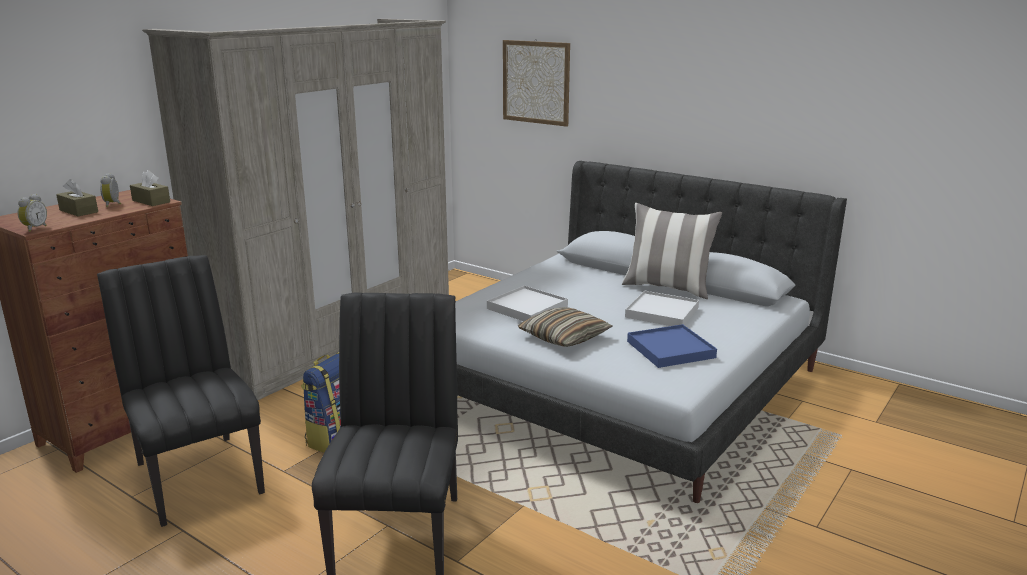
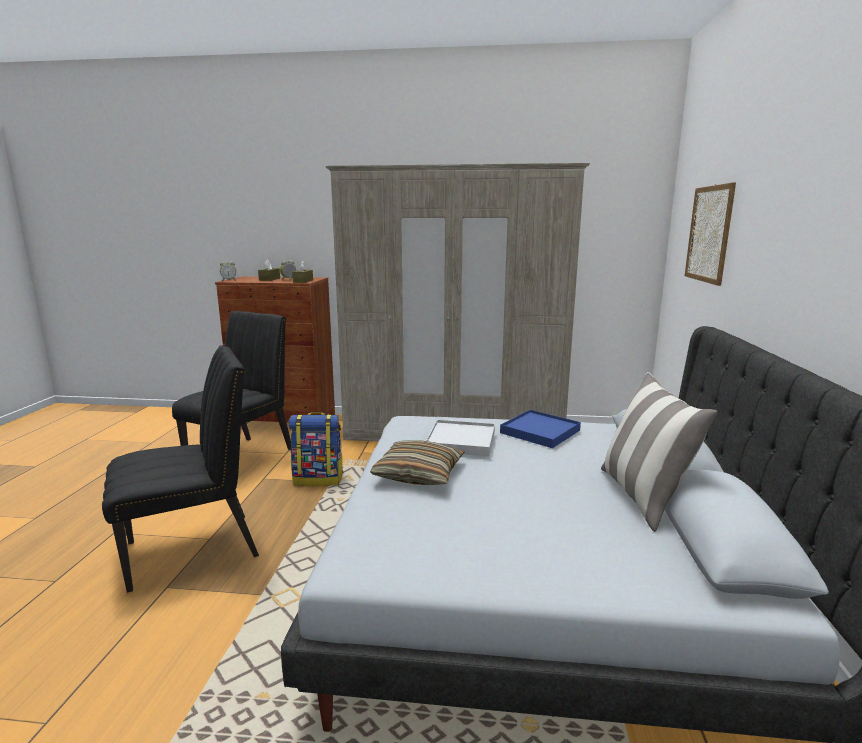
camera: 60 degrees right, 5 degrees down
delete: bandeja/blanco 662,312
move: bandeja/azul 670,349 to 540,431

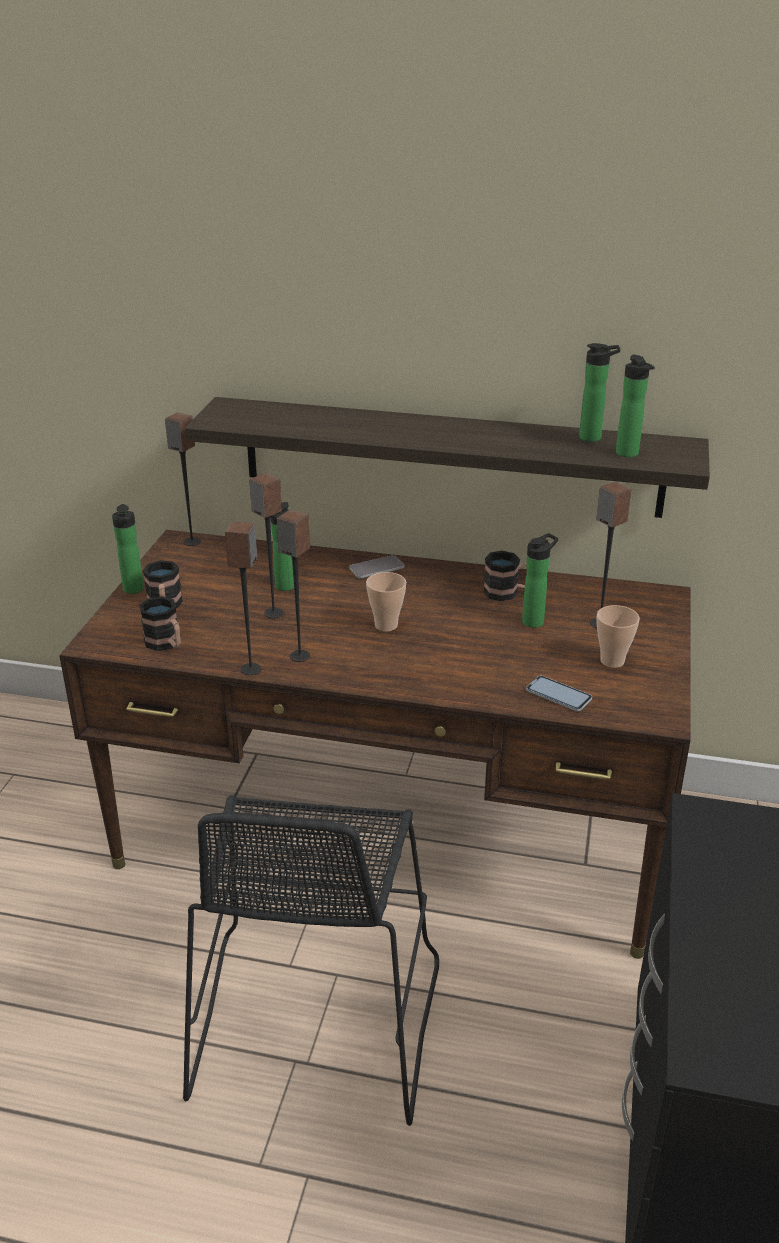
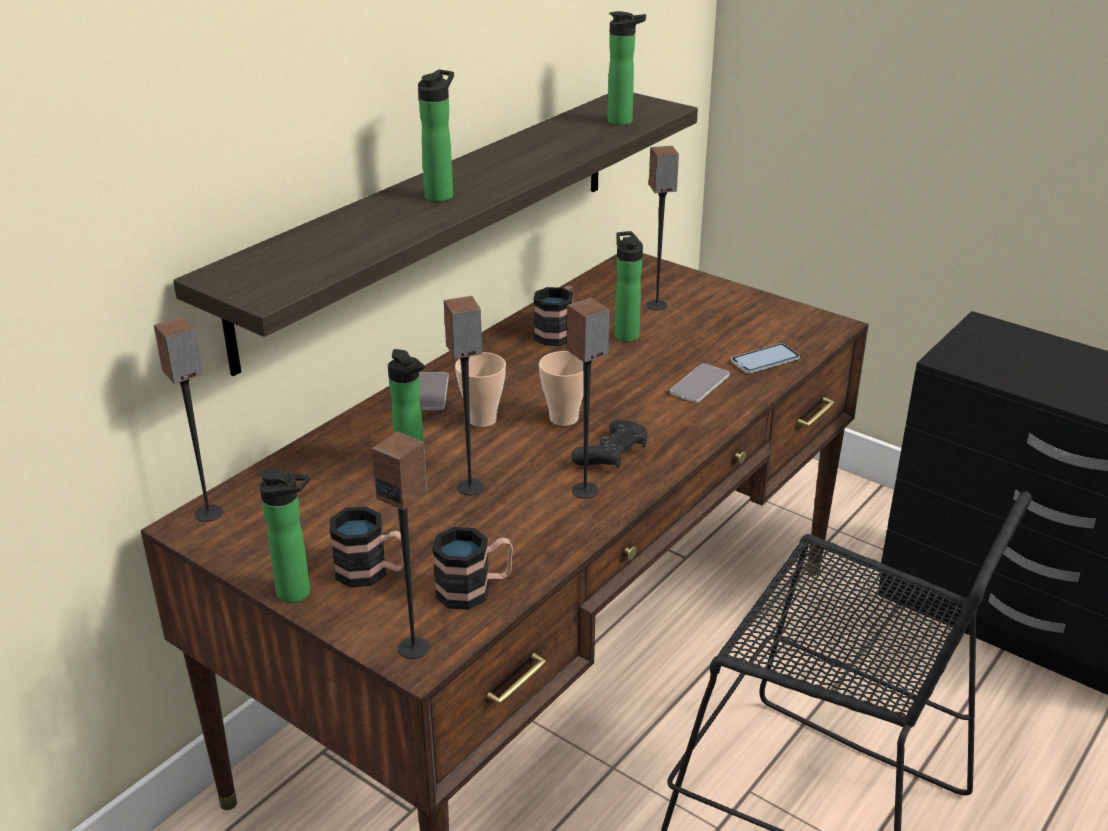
camera: 65 degrees left, 0 degrees up
insert: móvil 699,384; mando de consola/negro 612,455
move: botella 593,437 to 441,195; altavoz 251,669 to 414,647; taza 612,661 to 482,419

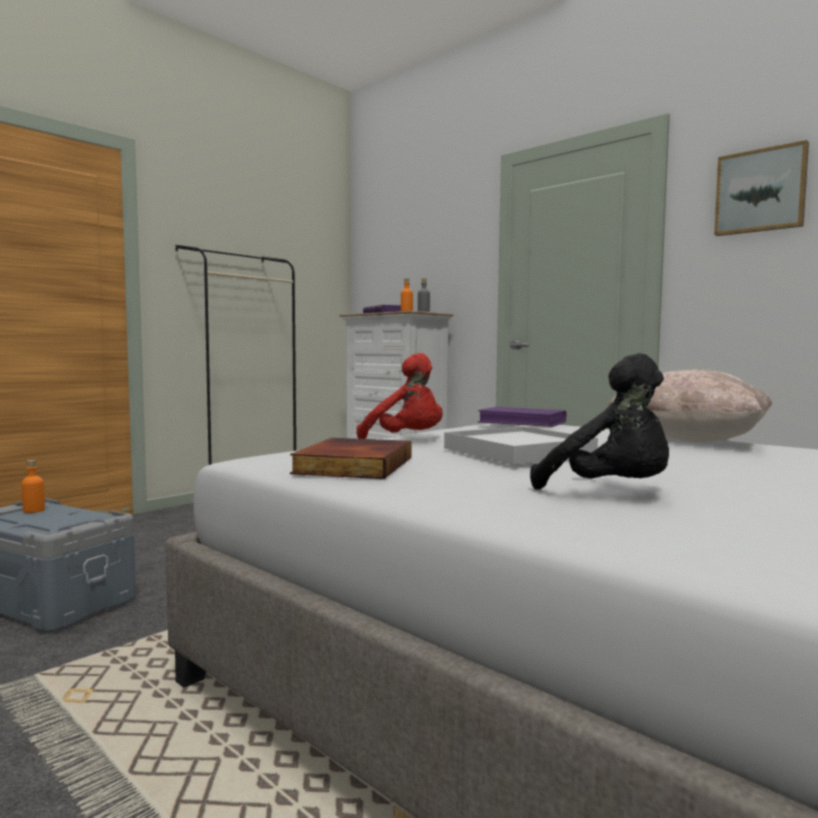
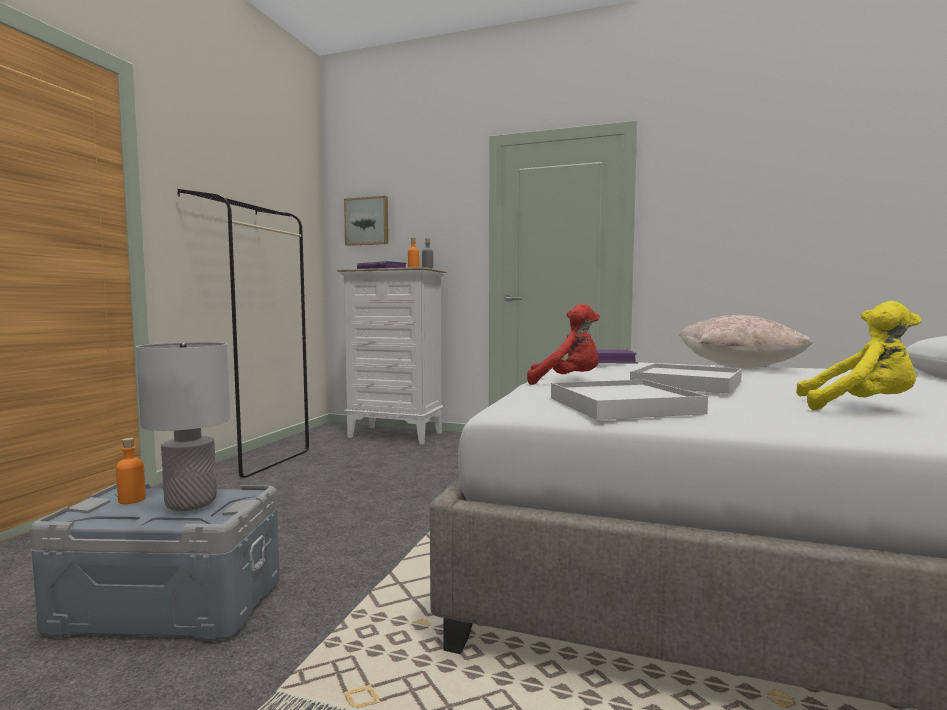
camera: 25 degrees left, 0 degrees up
insert: lámpara de mesa/gris 192,506
move: cuadro 760,191 to 367,221
replace: libro 352,465 to bandeja/blanco 622,405
recolor: peluche/negro 611,493 to peluche/amarillo 859,407

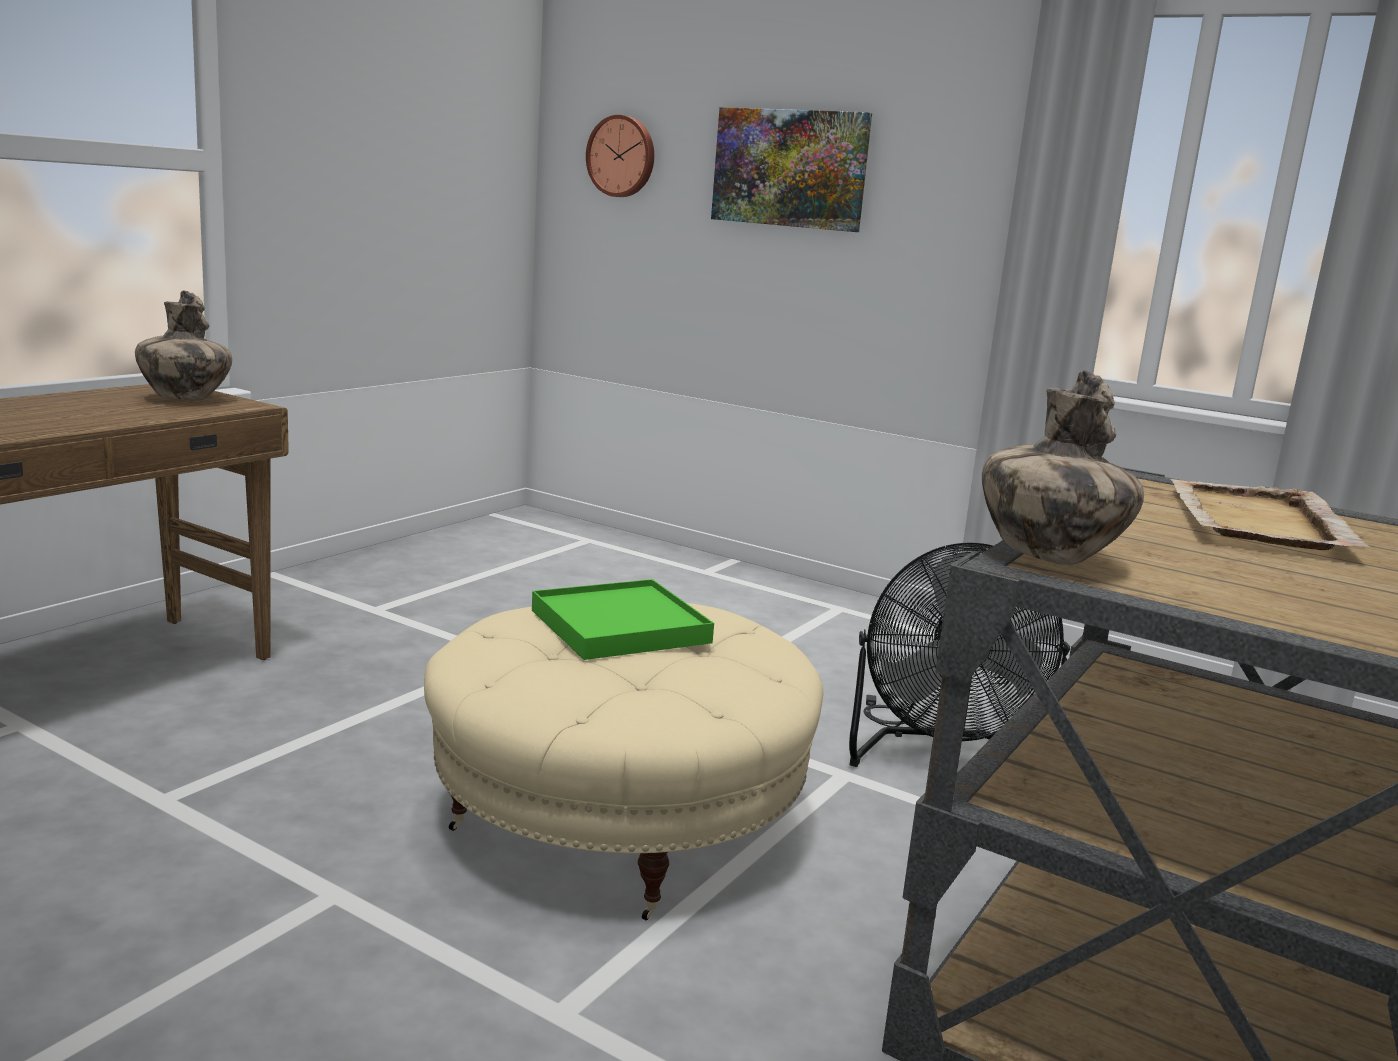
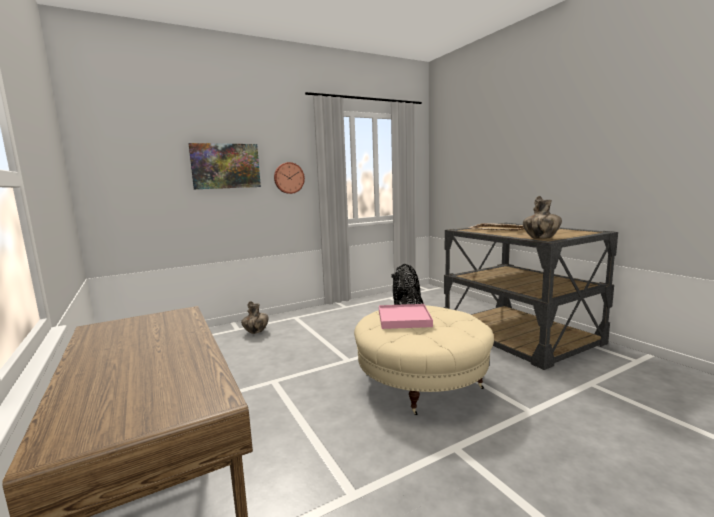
camera: 60 degrees left, 5 degrees down
move: reloj de pared 622,156 to 288,178; florero 185,399 to 256,332
recolor: bandeja/verde 619,626 to bandeja/rosa 404,319

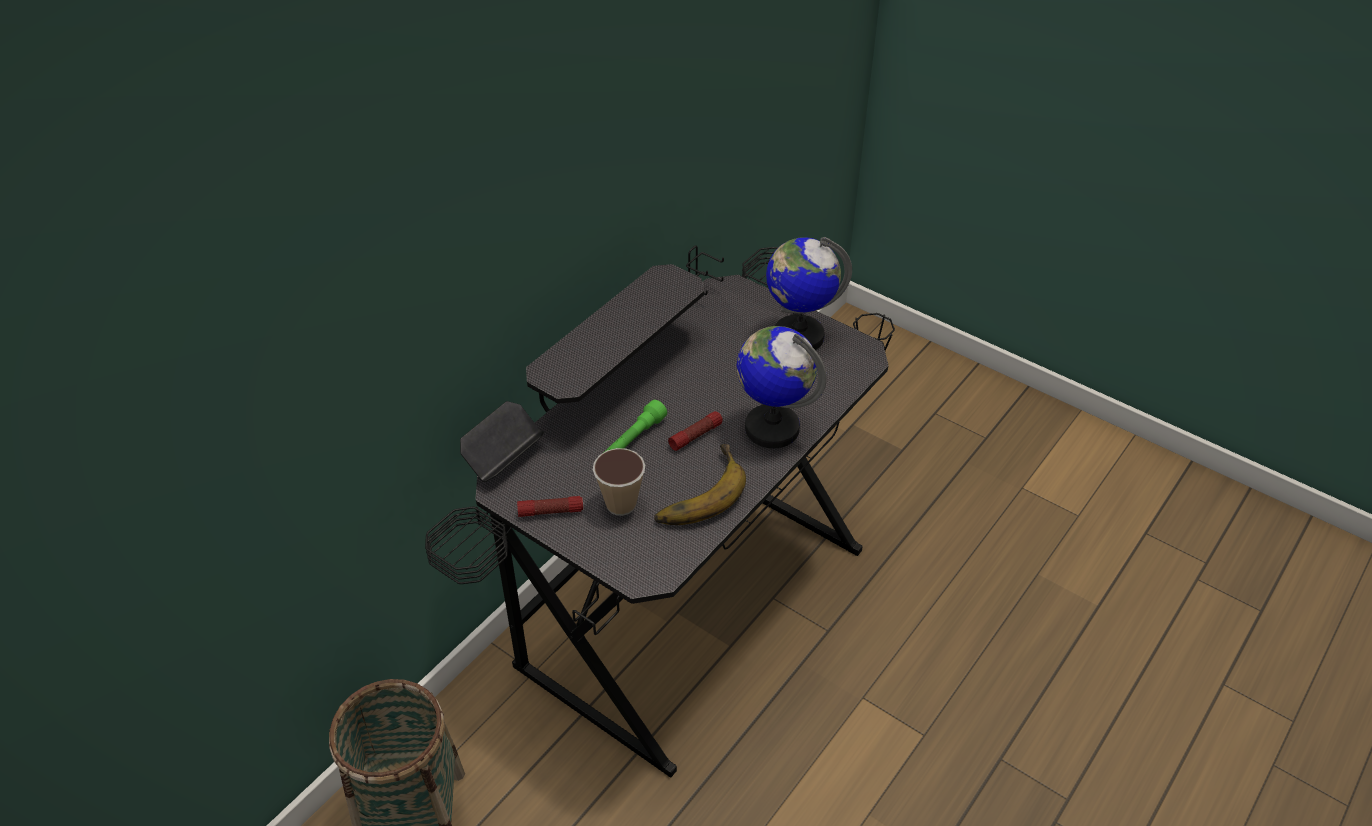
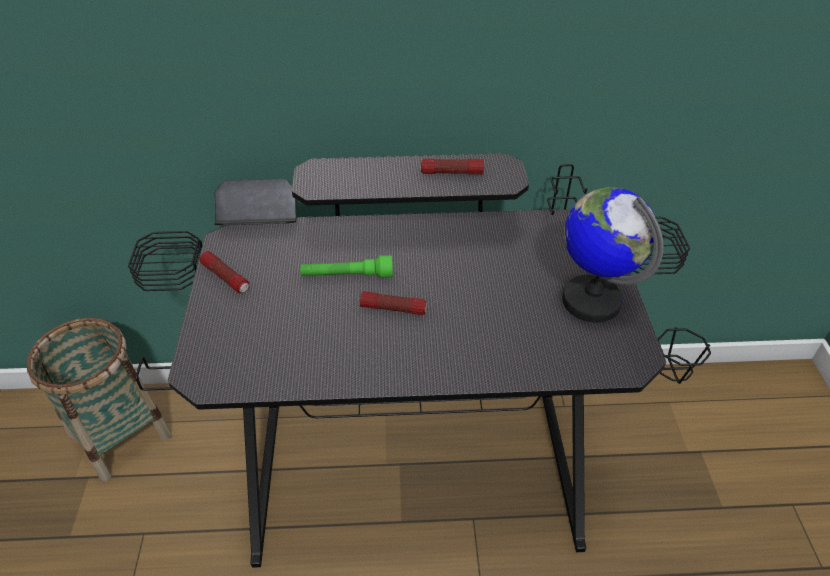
camera: 50 degrees right, 0 degrees up
delete: globo terráqueo 771,428; plátano 695,491; taza 621,504
insert: linterna 452,173

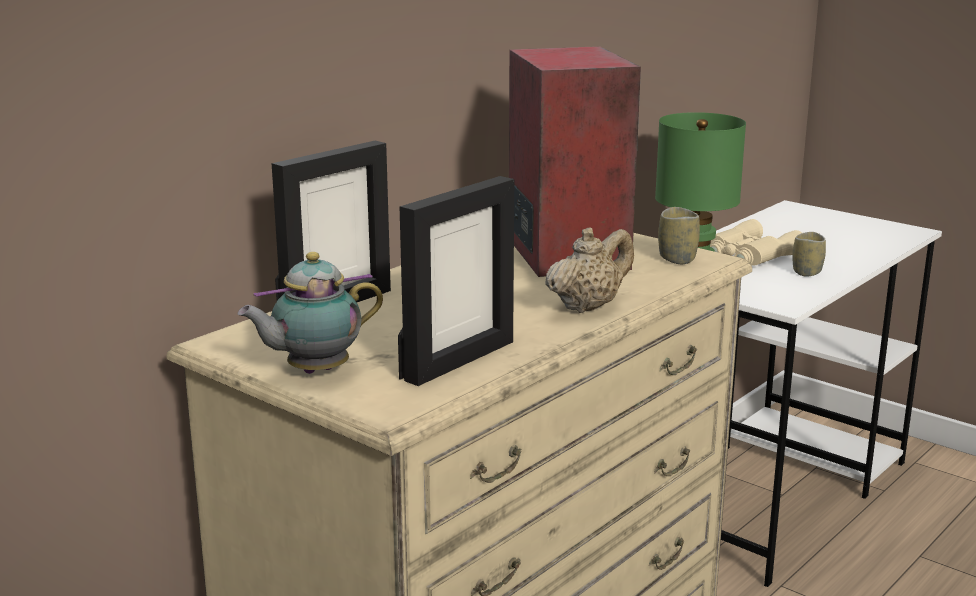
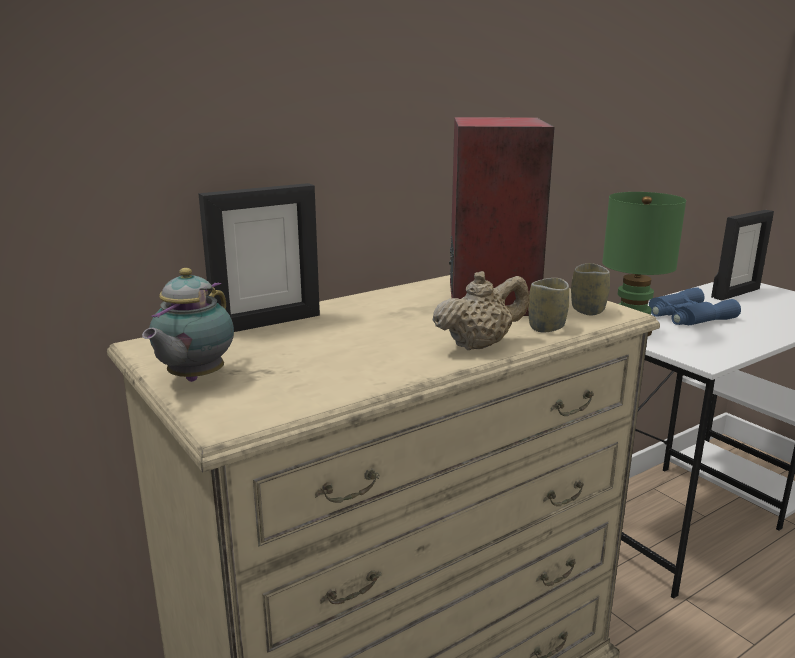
camera: 15 degrees right, 0 degrees up
move: portarretratos 458,360 to 735,293; taza 807,272 to 546,327
recolor: prismáticos/beis 748,254 to prismáticos/azul 687,316
rotate: tetera 313,371 = 193,379 60 degrees counterclockwise

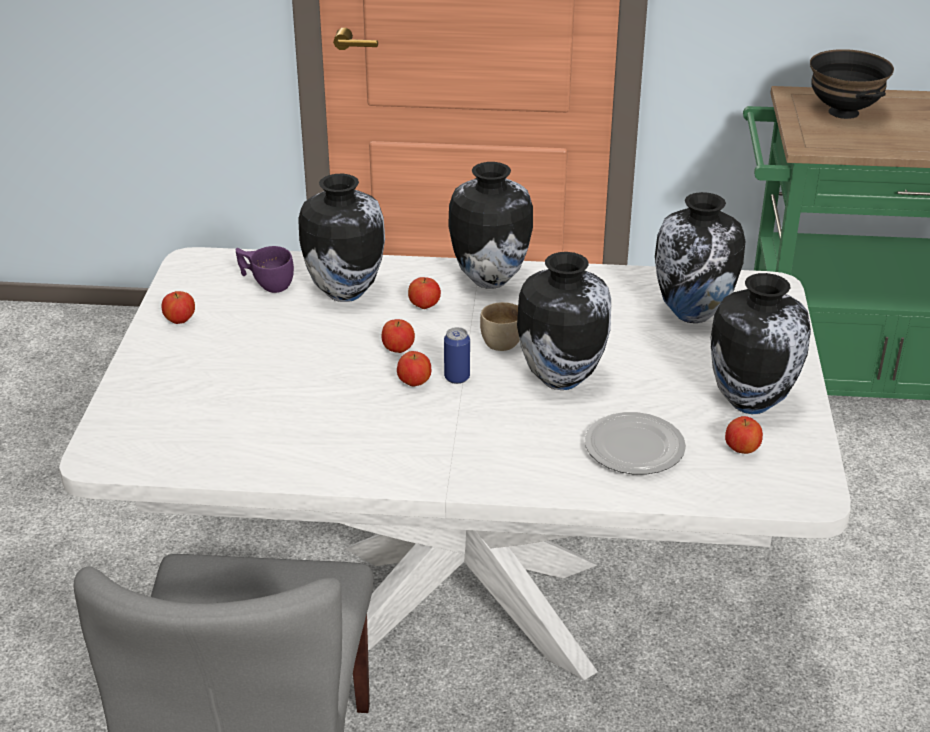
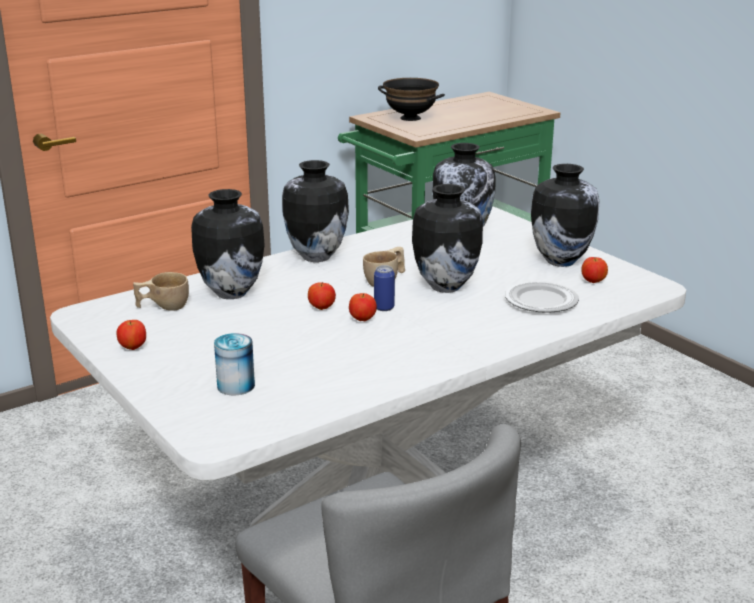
camera: 40 degrees left, 10 degrees down
delete: manzana 424,306
insert: lata 236,386
recolor: taza/morado 266,283 to taza/beis 163,307

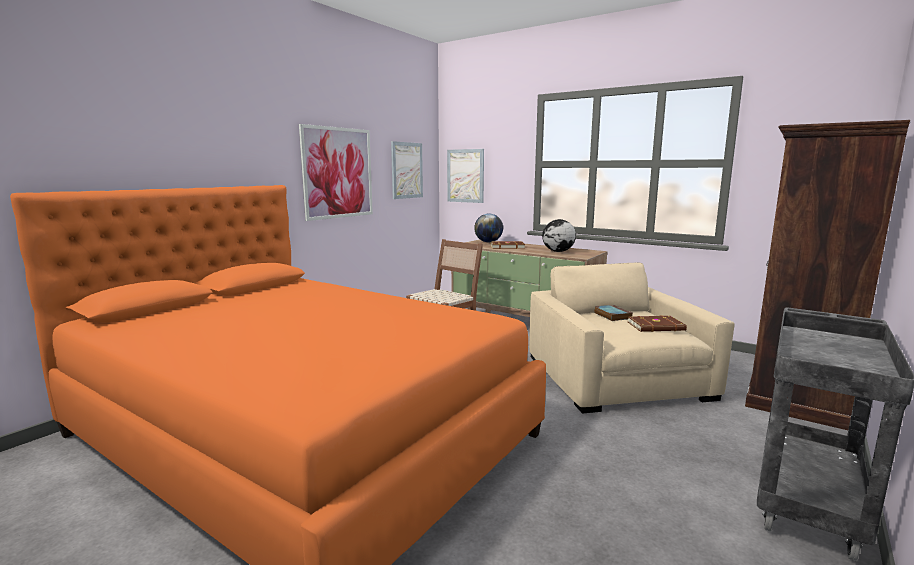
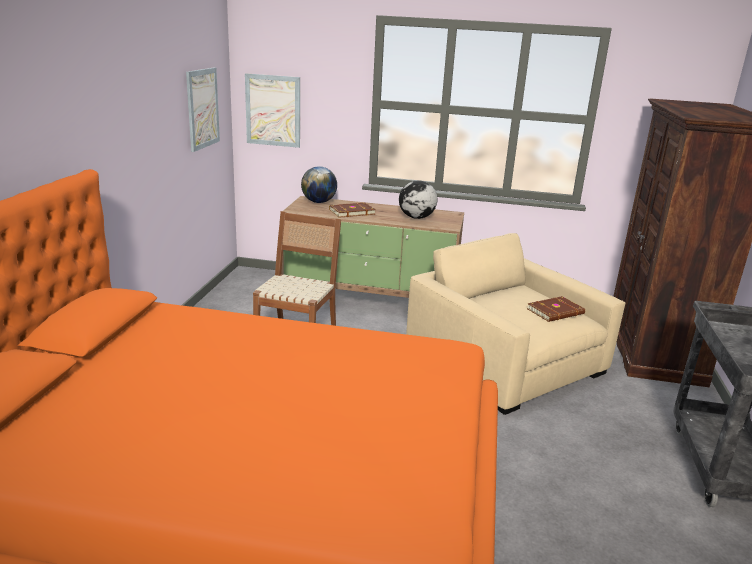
camera: 25 degrees left, 10 degrees up
delete: cuadro 338,173; libro 611,315

